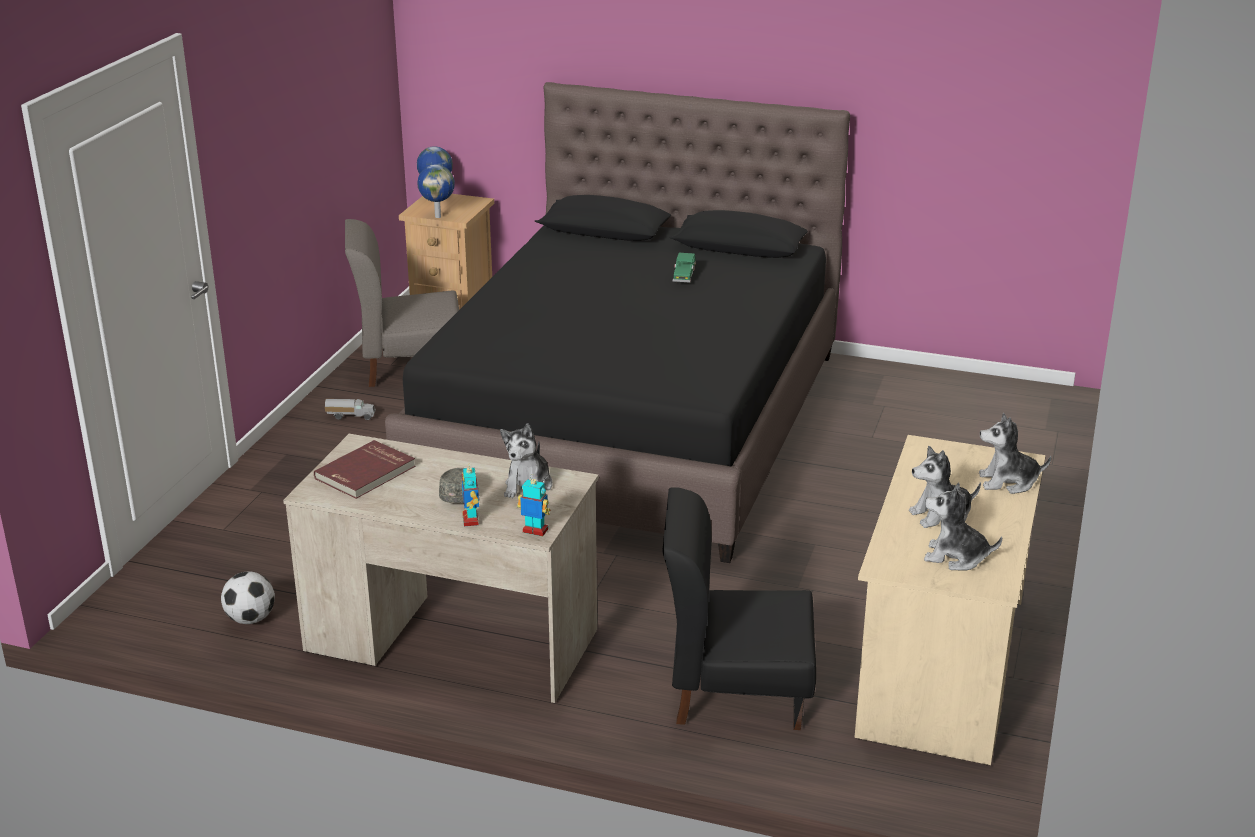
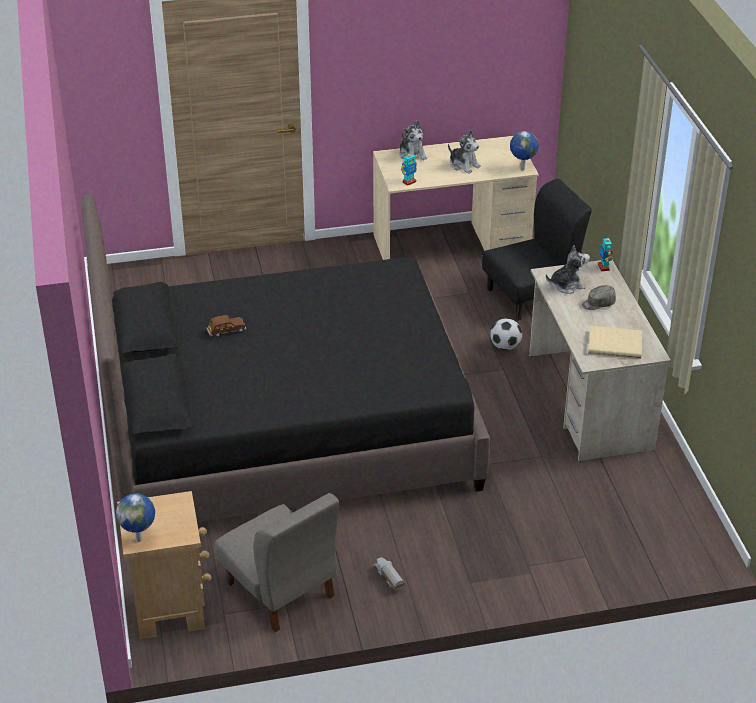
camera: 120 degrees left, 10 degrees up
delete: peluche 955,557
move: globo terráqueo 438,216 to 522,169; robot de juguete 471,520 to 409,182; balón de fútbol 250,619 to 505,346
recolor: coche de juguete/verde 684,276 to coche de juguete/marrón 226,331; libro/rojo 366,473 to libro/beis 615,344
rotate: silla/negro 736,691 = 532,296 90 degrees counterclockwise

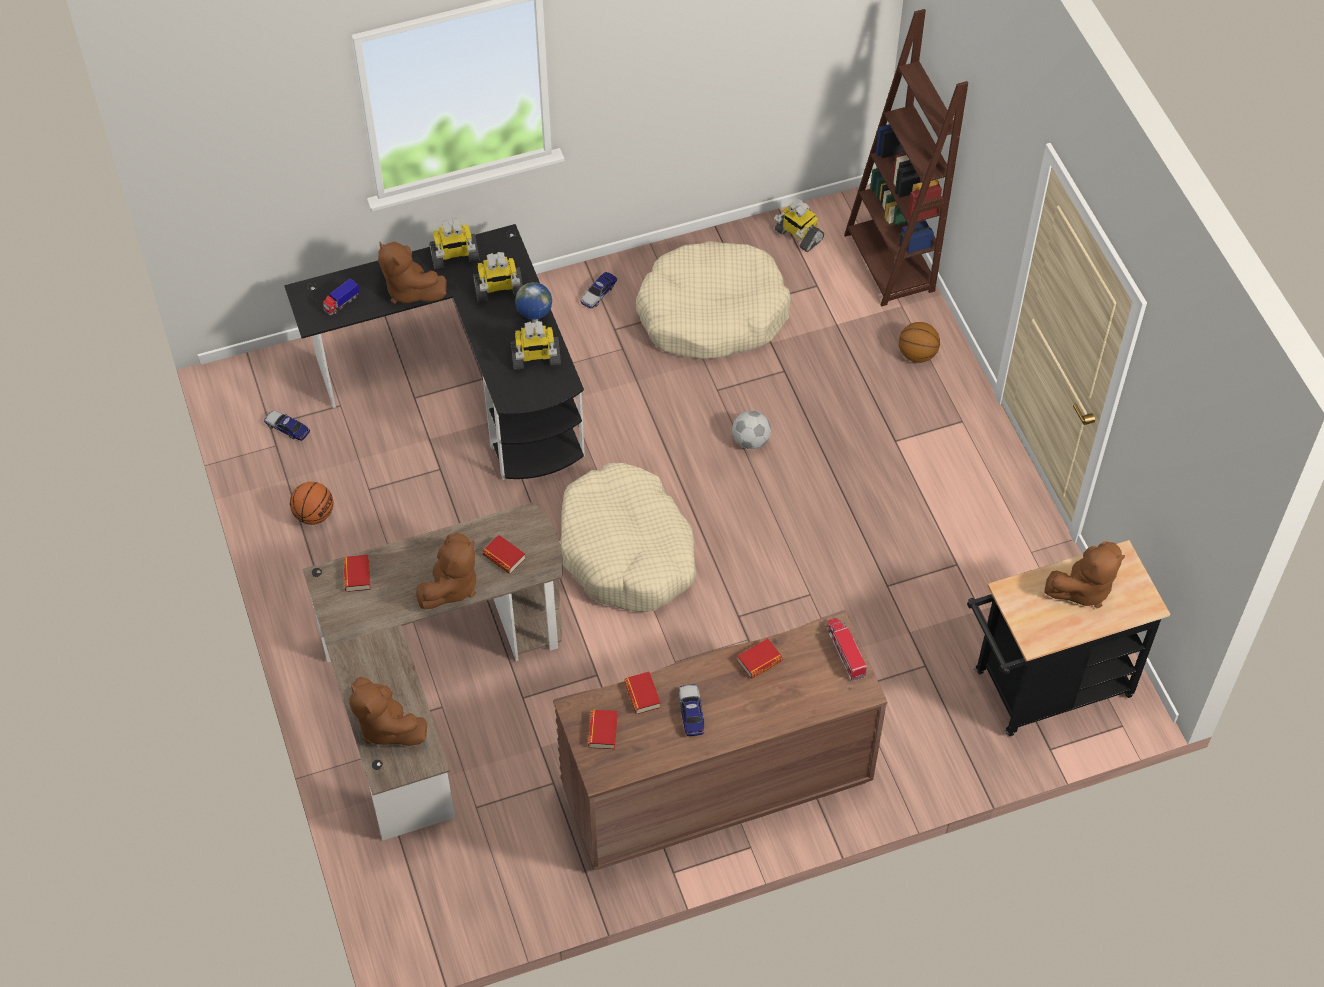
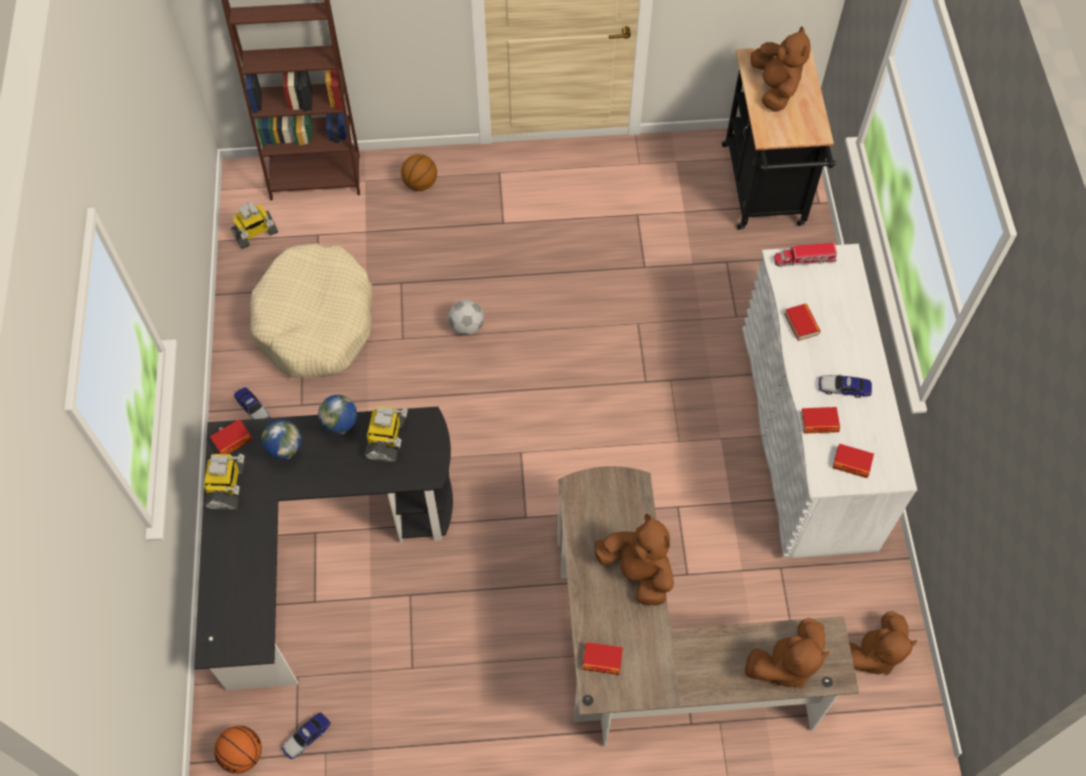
camera: 75 degrees left, 5 degrees up
delete: camión de juguete 341,303; cama para perro/beis 627,551
move: peluche/marrón 409,290 to 872,654; balón de baloncesto 314,514 to 242,755; libro 504,557 to 232,440
replace: robot de juguete 498,290 to globo terráqueo 287,455
recolor: cómoda/marrón 716,784 to cómoda/blanco 806,439

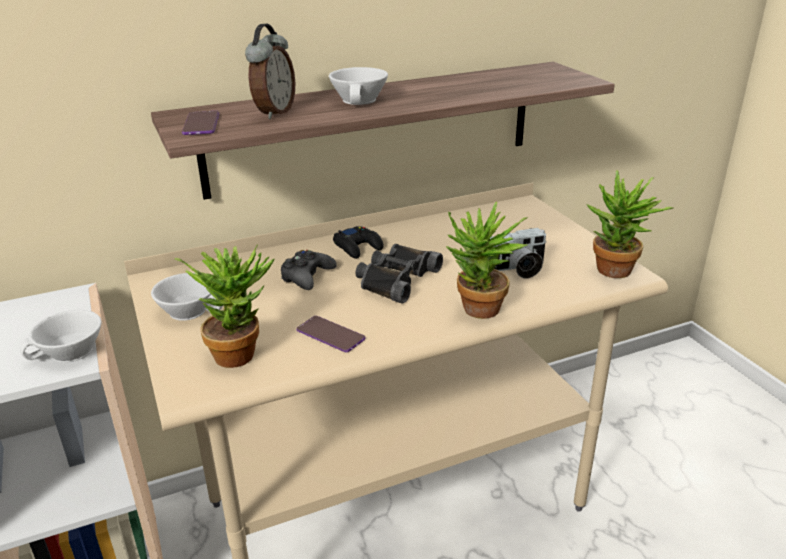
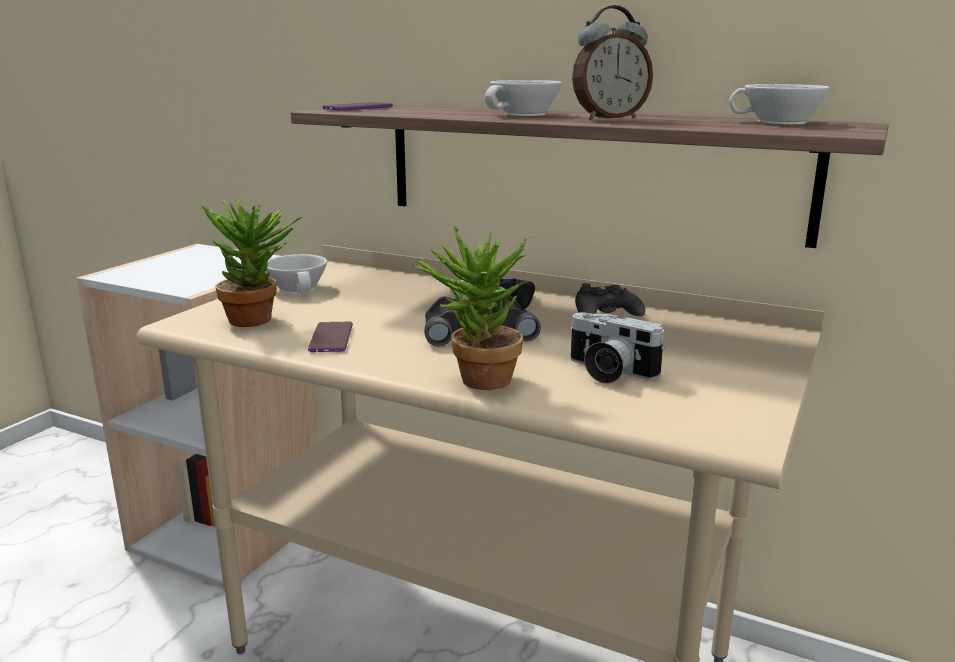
camera: 50 degrees right, 10 degrees down
delete: planta en maceta 616,274
move: despertador 273,113 to 609,118; mando de consola/negro 307,276 to 605,314; taza/blanco 70,353 to 778,122

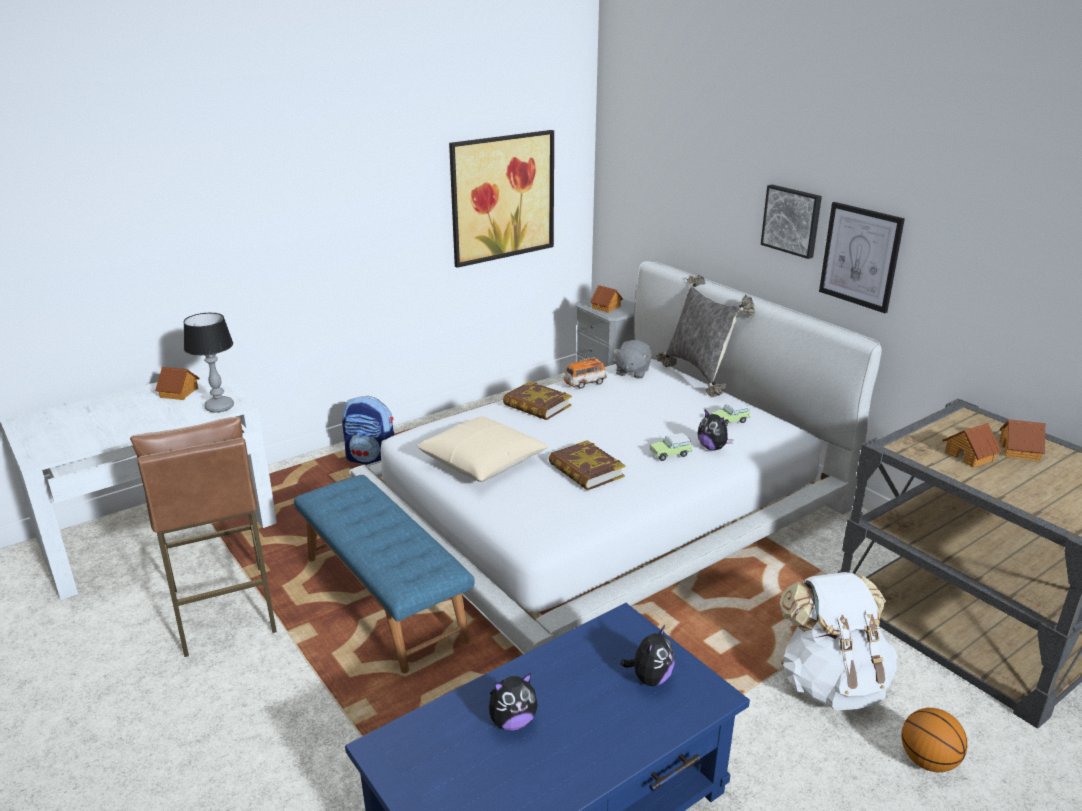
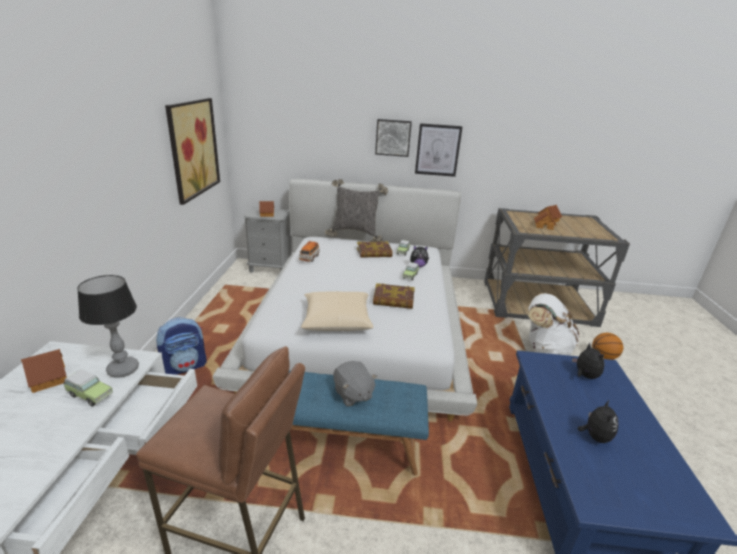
camera: 50 degrees left, 0 degrees up
insert: coche de juguete 89,395
move: peluche/gris 632,372 to 352,394; libro 537,406 to 374,252

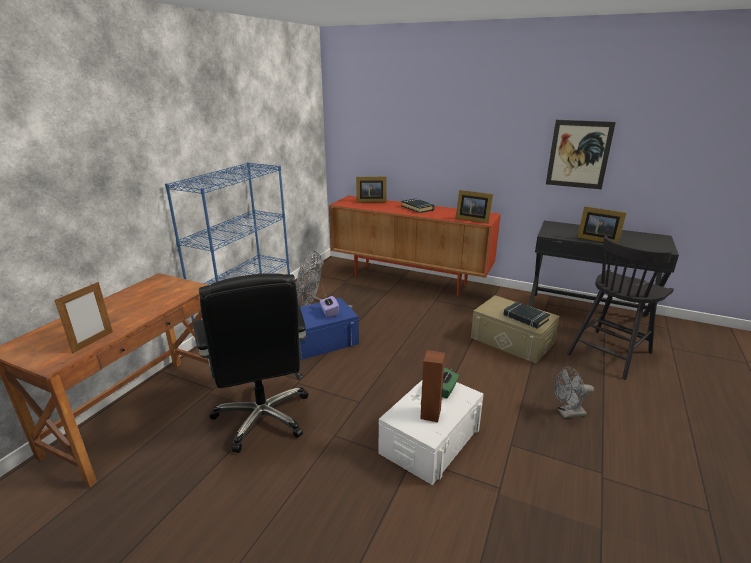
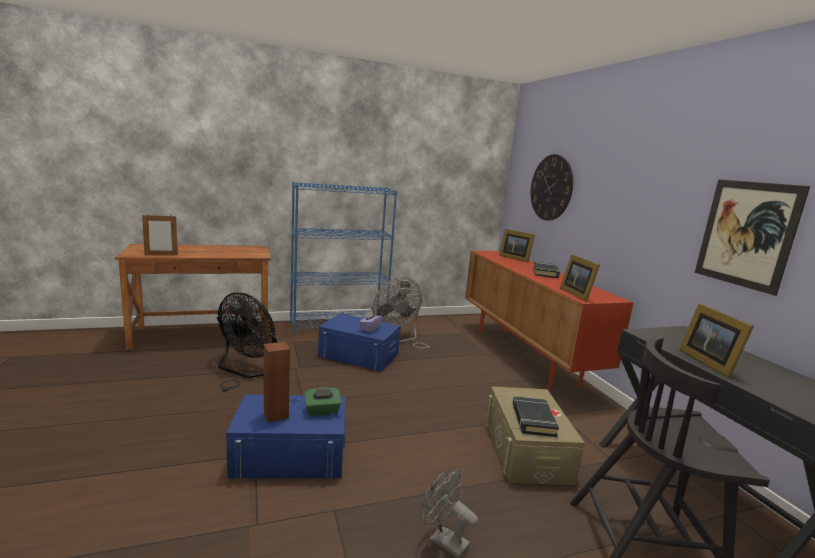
camera: 45 degrees right, 10 degrees down
insert: reloj de pared 551,187
replace: silla de oficina/negro 262,414 to ventilador/negro 242,370
recolor: caja de almacenaje/blanco 430,439 to caja de almacenaje/azul 290,455

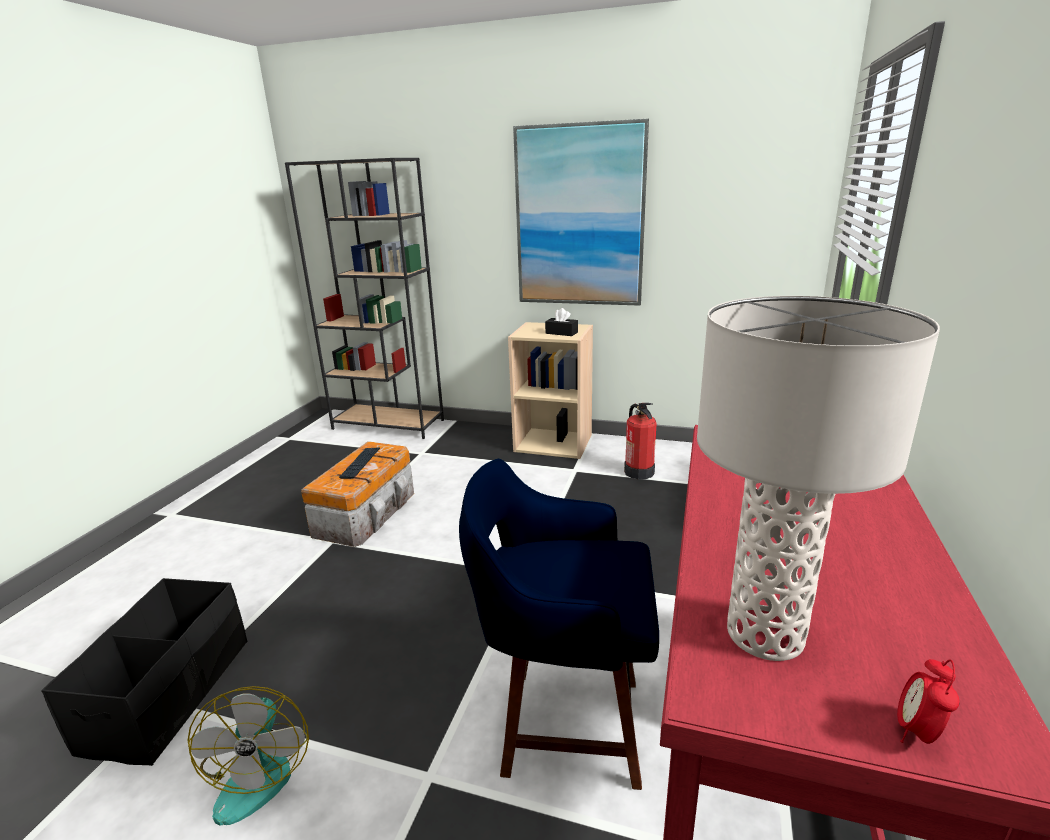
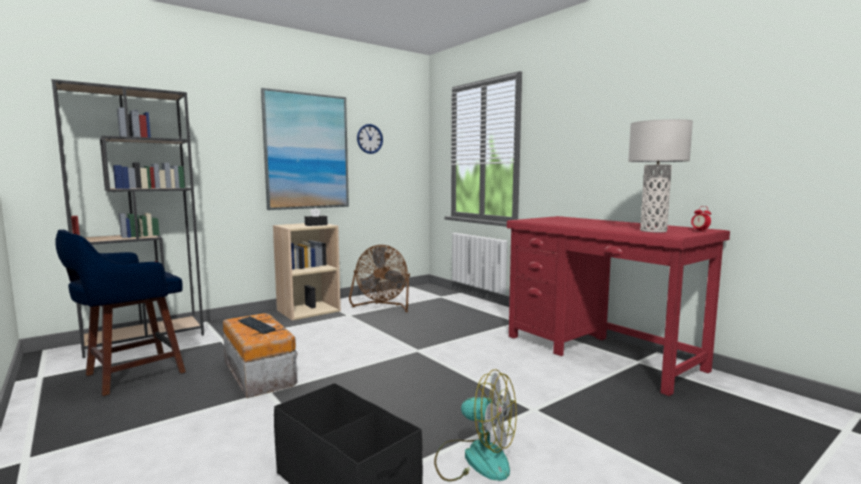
camera: 55 degrees left, 15 degrees down
insert: reloj de pared 369,139
move: taburete/azul 564,724 to 130,375
replace: extintor 639,471 to ventilador/marrón 382,306

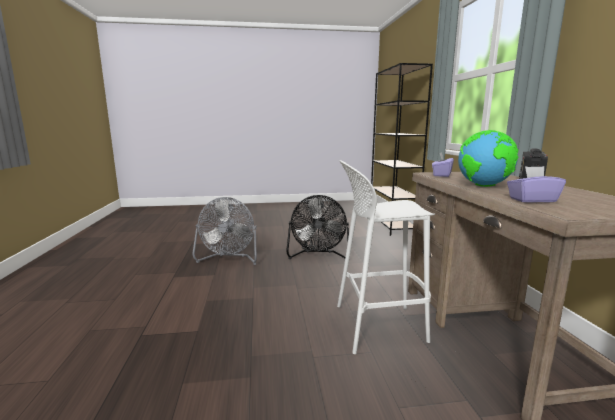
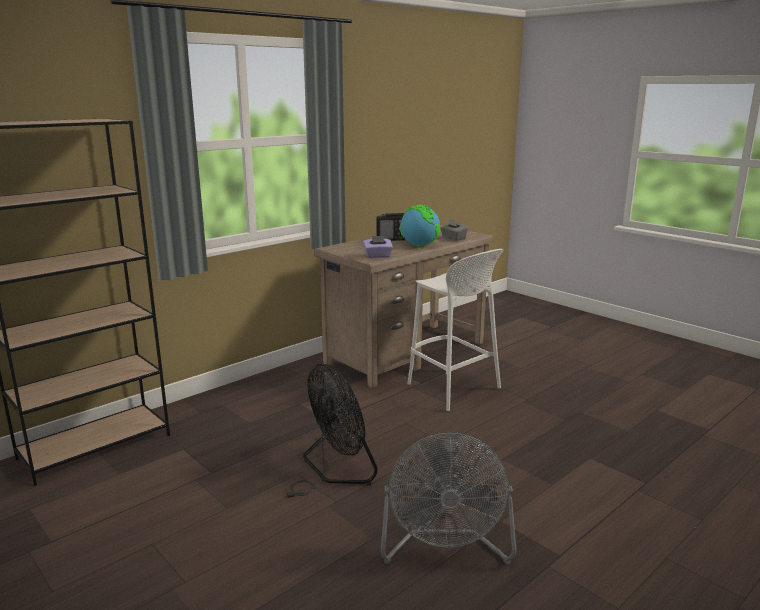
camera: 125 degrees left, 5 degrees up
recolor: caja de pañuelos/morado 532,200 to caja de pañuelos/gris 453,238
rotate: ventilador/gris 227,258 = 440,545 120 degrees clockwise

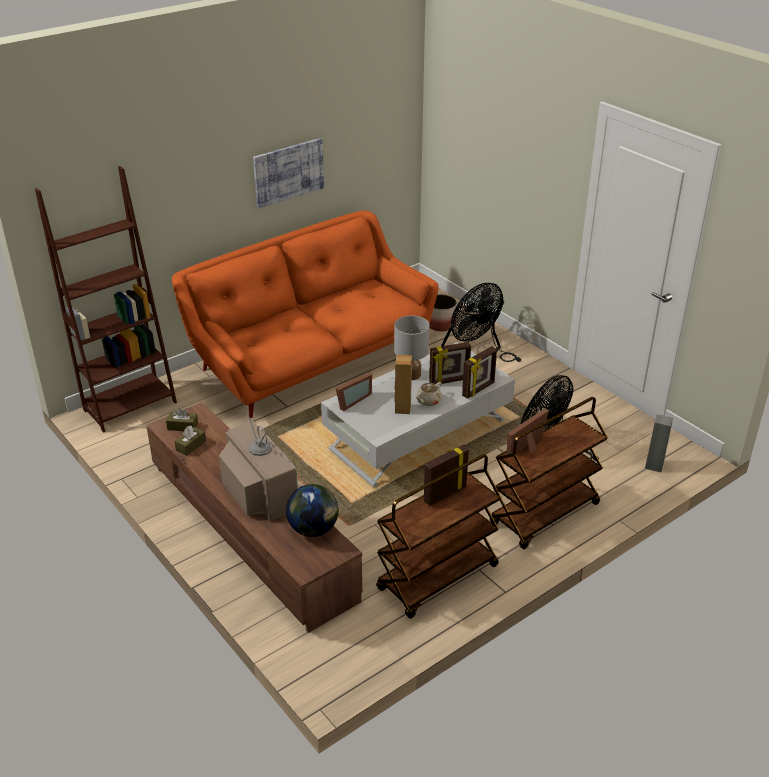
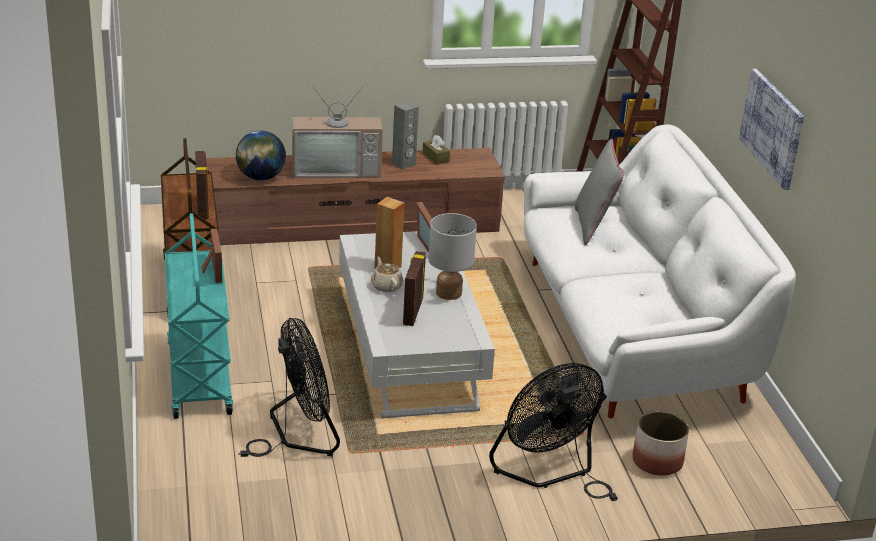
camera: 115 degrees right, 5 degrees down
delete: portarretratos 478,389; caja de pañuelos/marrón 182,426
insert: cojín/gris 593,226
move: altavoz/gris 654,465 to 404,164
recolor: sofá/naranja 311,358 to sofá/blanco 631,332; carrito/marrón 544,515 to carrito/turquesa 198,376
rotate: ventilador/negro 481,350 = 558,470 105 degrees counterclockwise

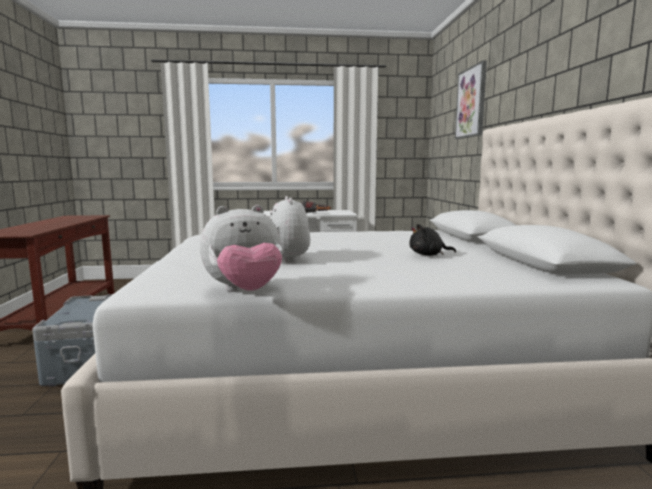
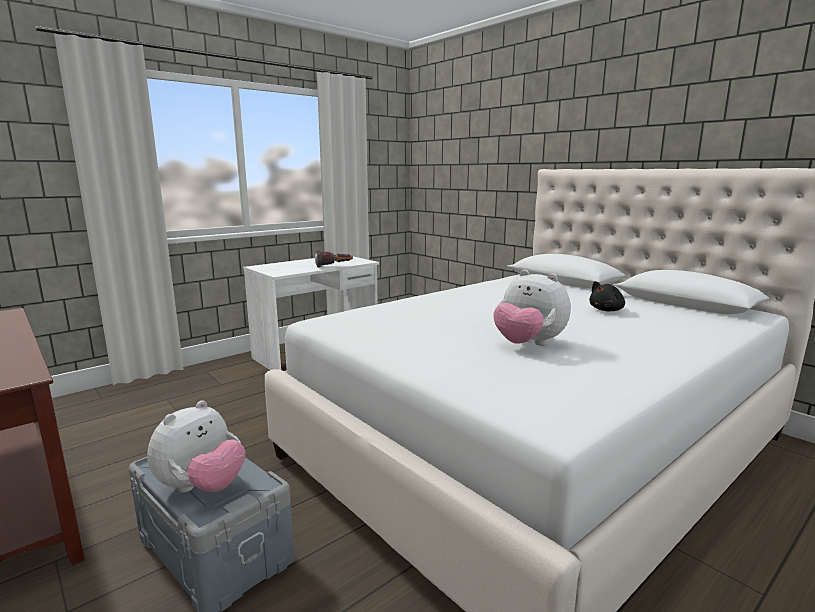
camera: 35 degrees left, 5 degrees up
delete: cuadro 471,102
move: peluche 245,292 to 202,487

